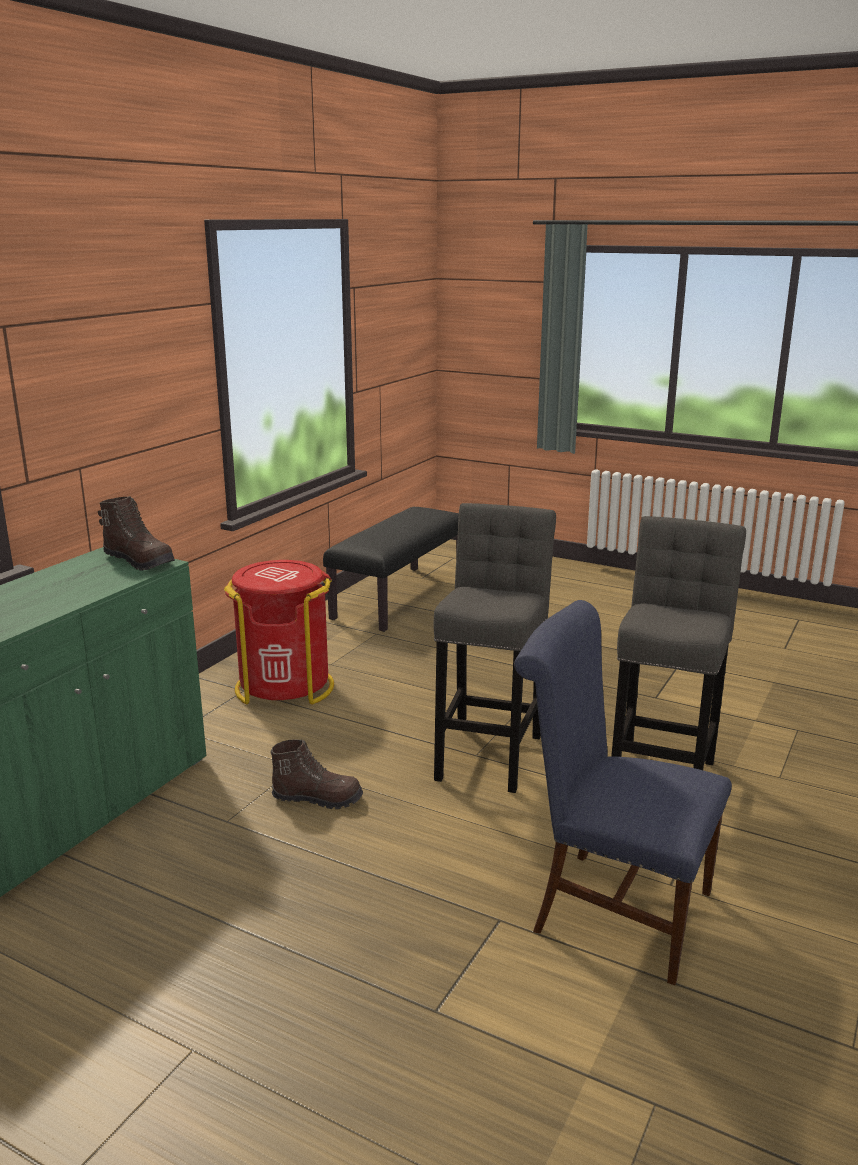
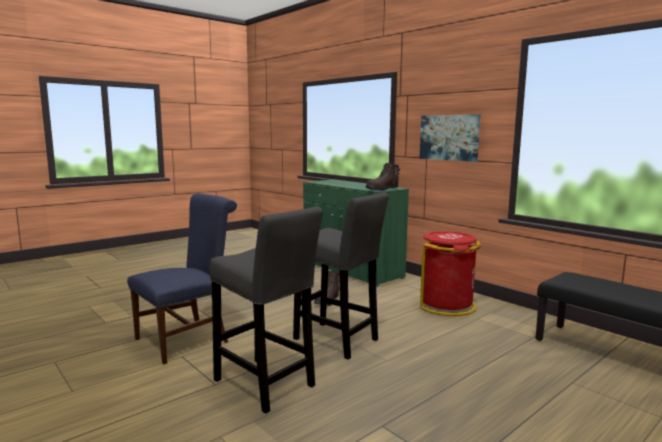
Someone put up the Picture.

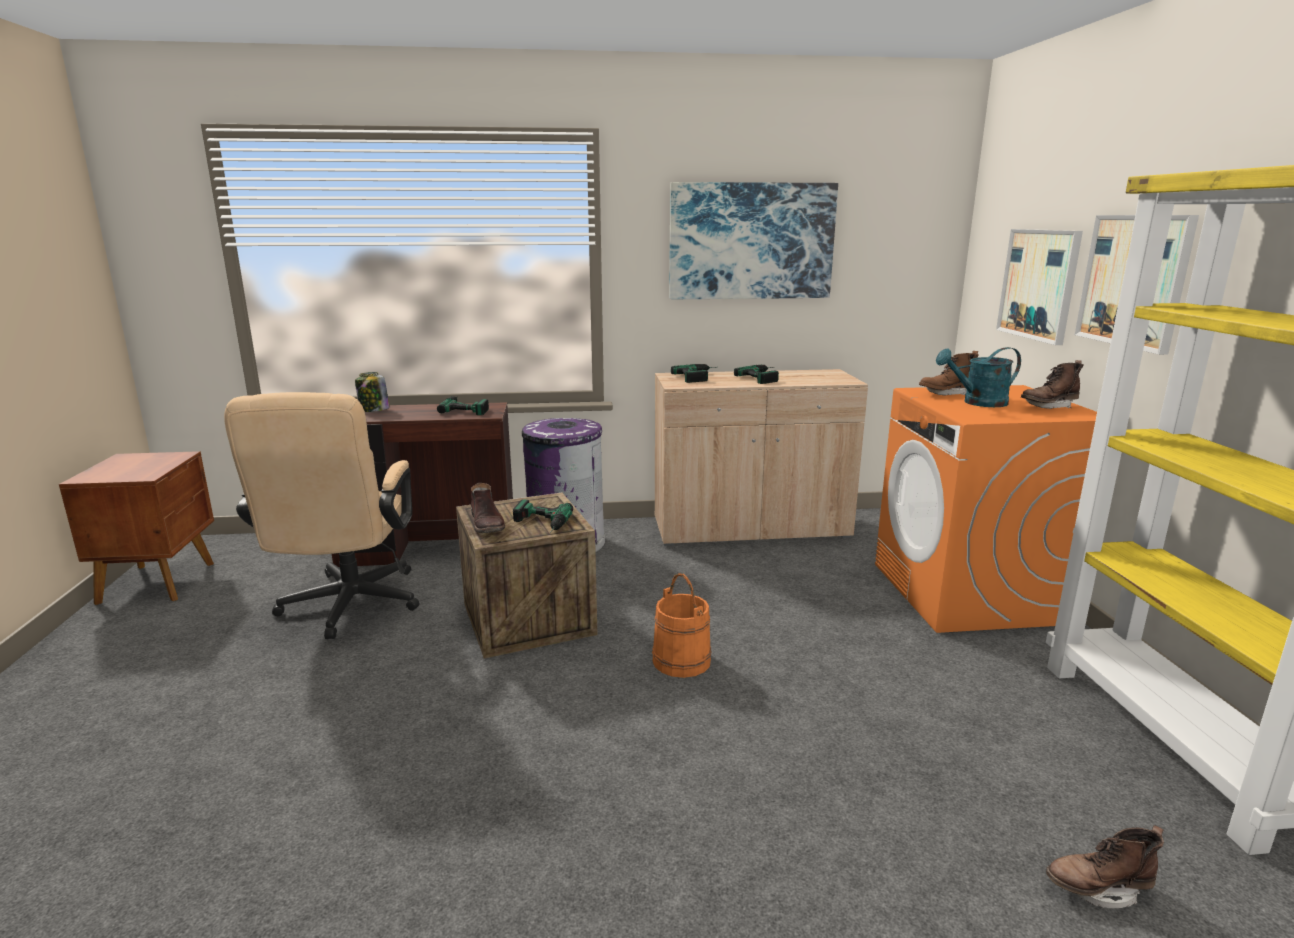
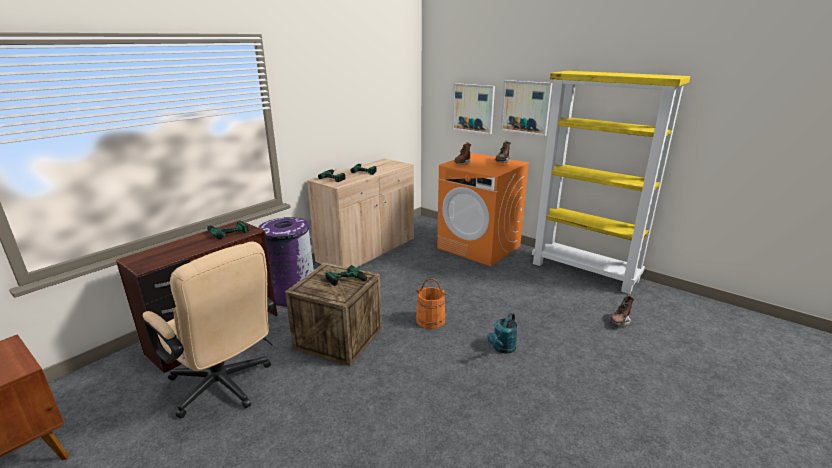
Someone took away the Picture (1st from left).
Someone carried the BlueGreenWateringPot.
Someone took away the StorageJar.
Someone took away the BrownHighTopBoot (1st from left).

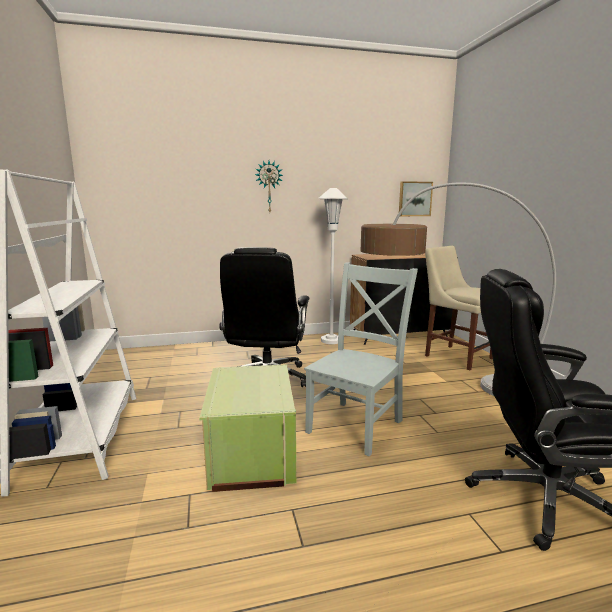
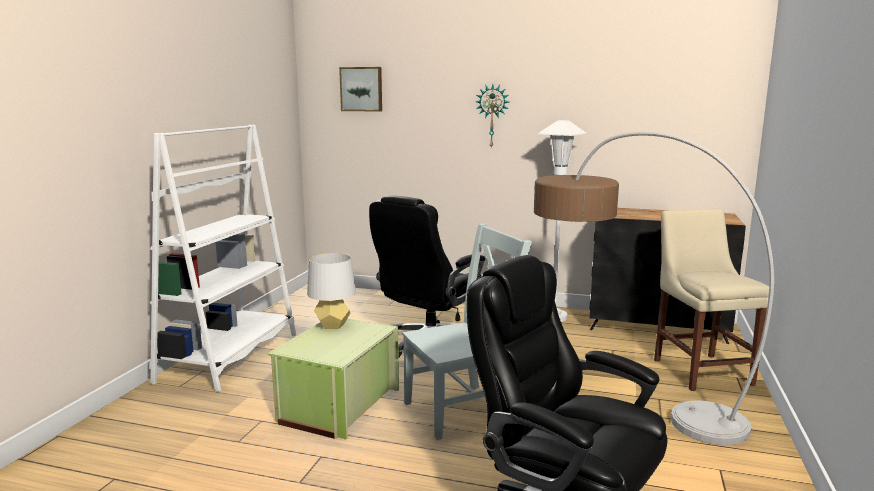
Someone carried the Picture.
Someone put down the GrayTableLamp.

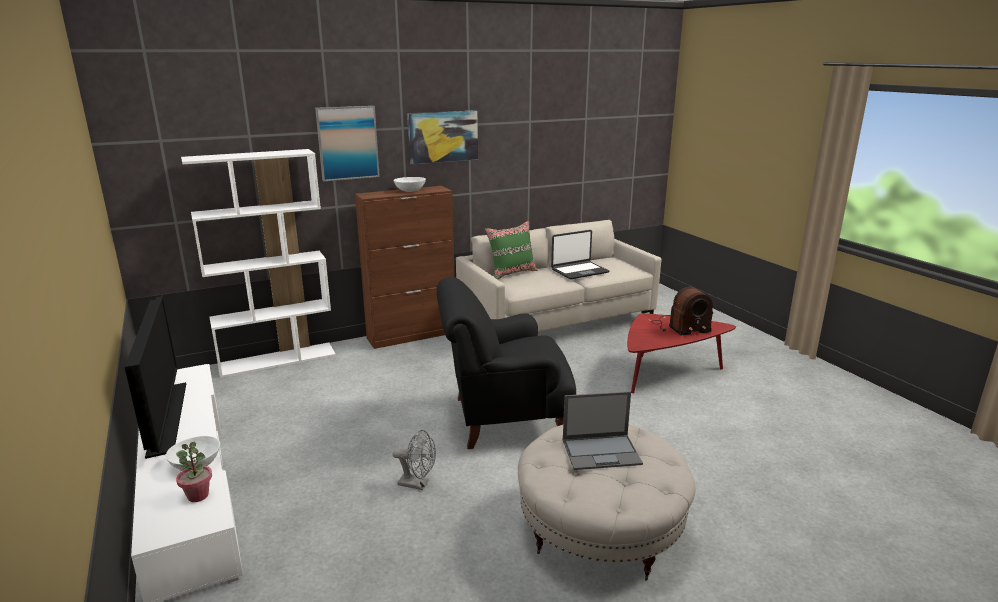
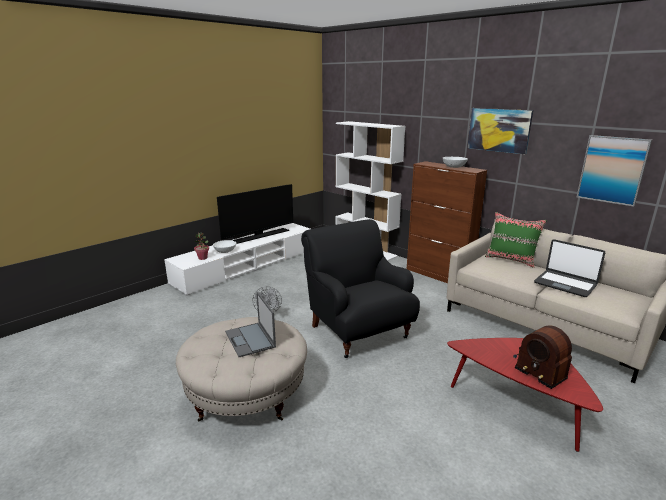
Someone carried the Picture (1st from left in the first image).

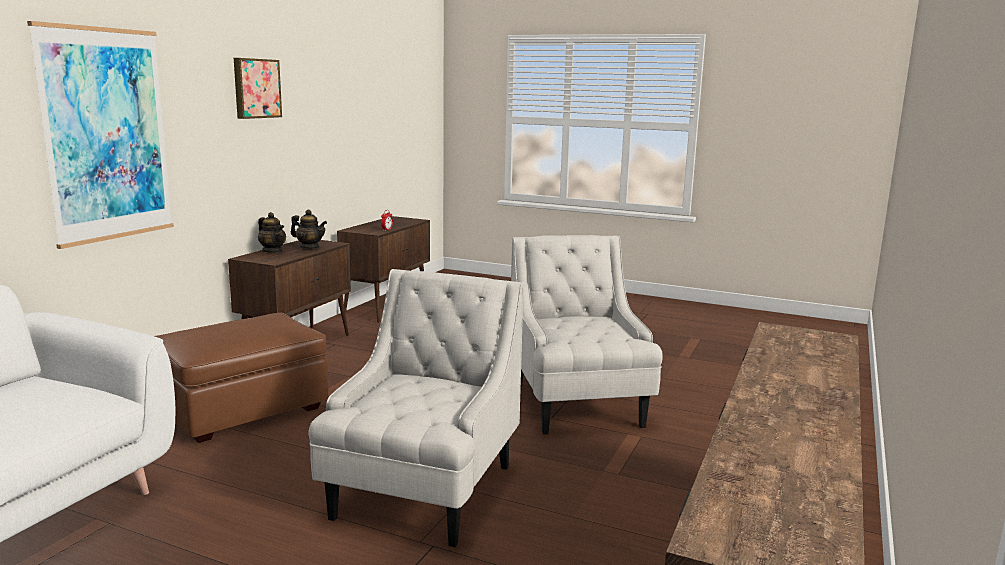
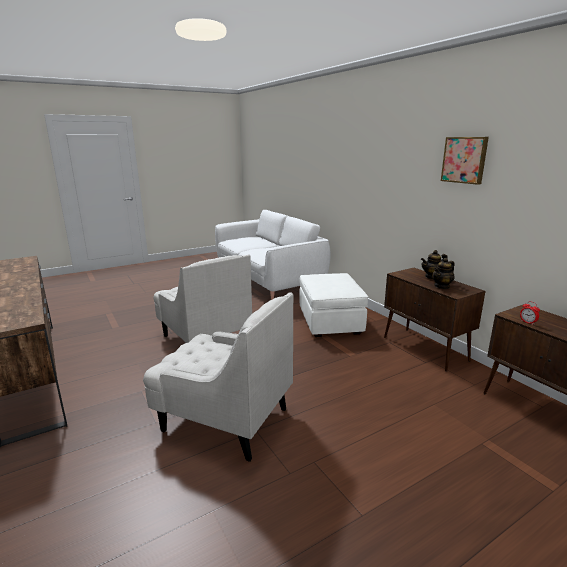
Someone took away the Picture (1st from left).
Someone repainted the BrownFootrest, which became the WhiteColouredFootrest.

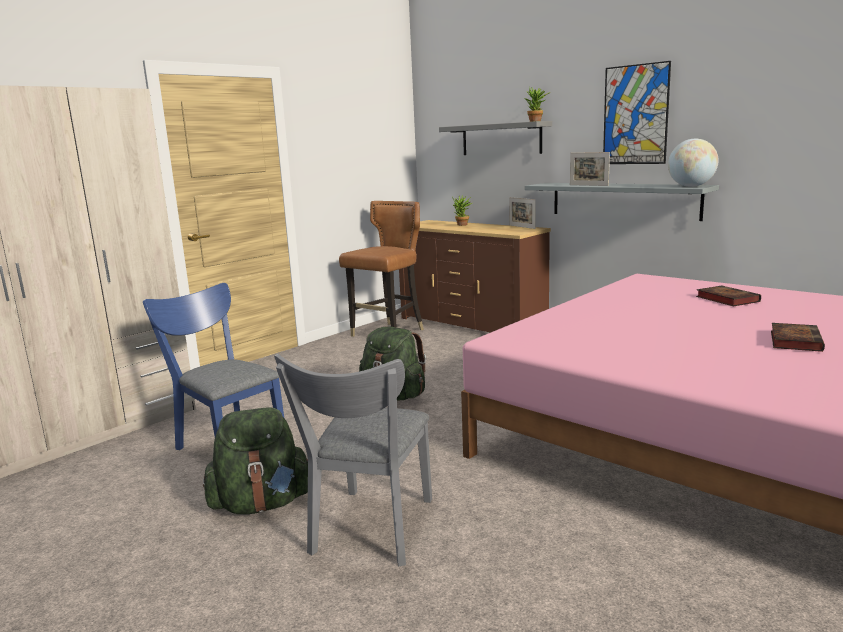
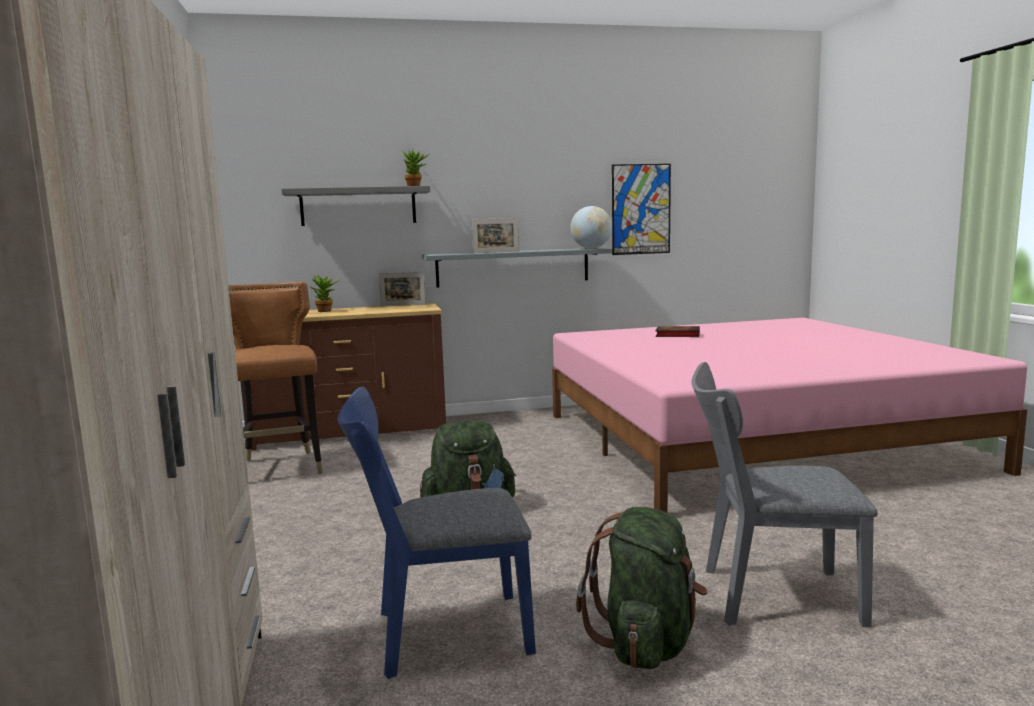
Someone carried the Picture.
Someone took away the Book (2nd from left).
Someone rotated the GrayChair by 135 degrees clockwise.

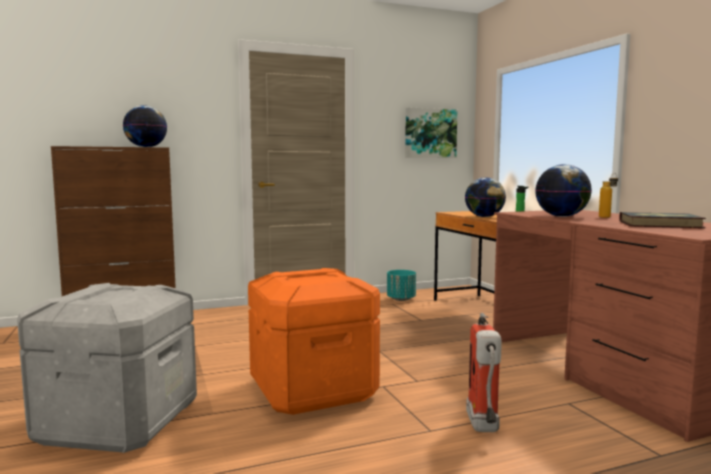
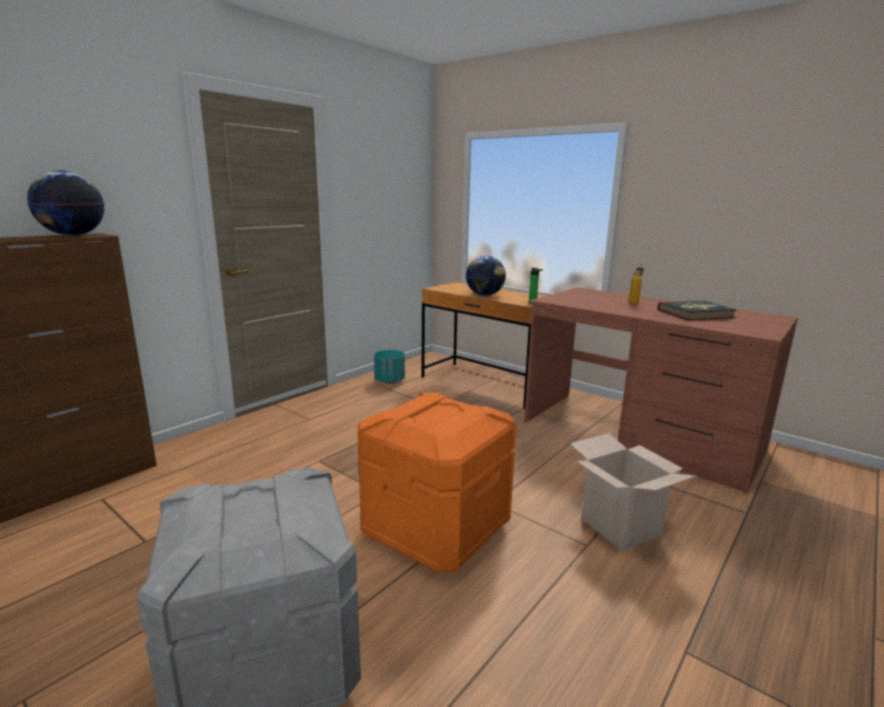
Someone took away the Picture.
Someone took away the WorldGlobe (3rd from left).
Someone swapped the Extinguisher for the CardboardBox.

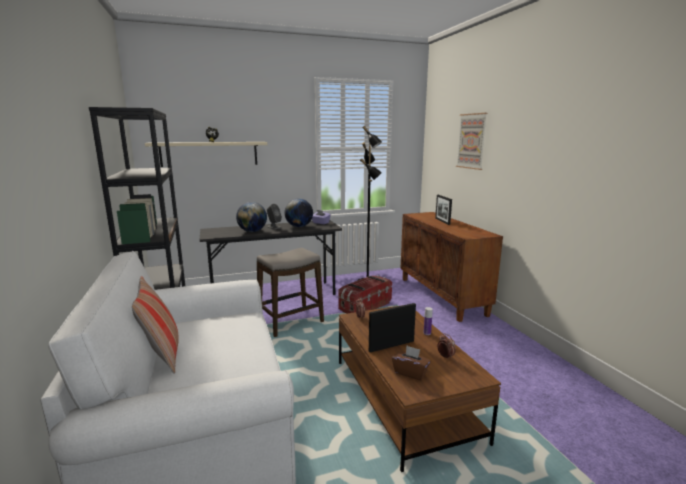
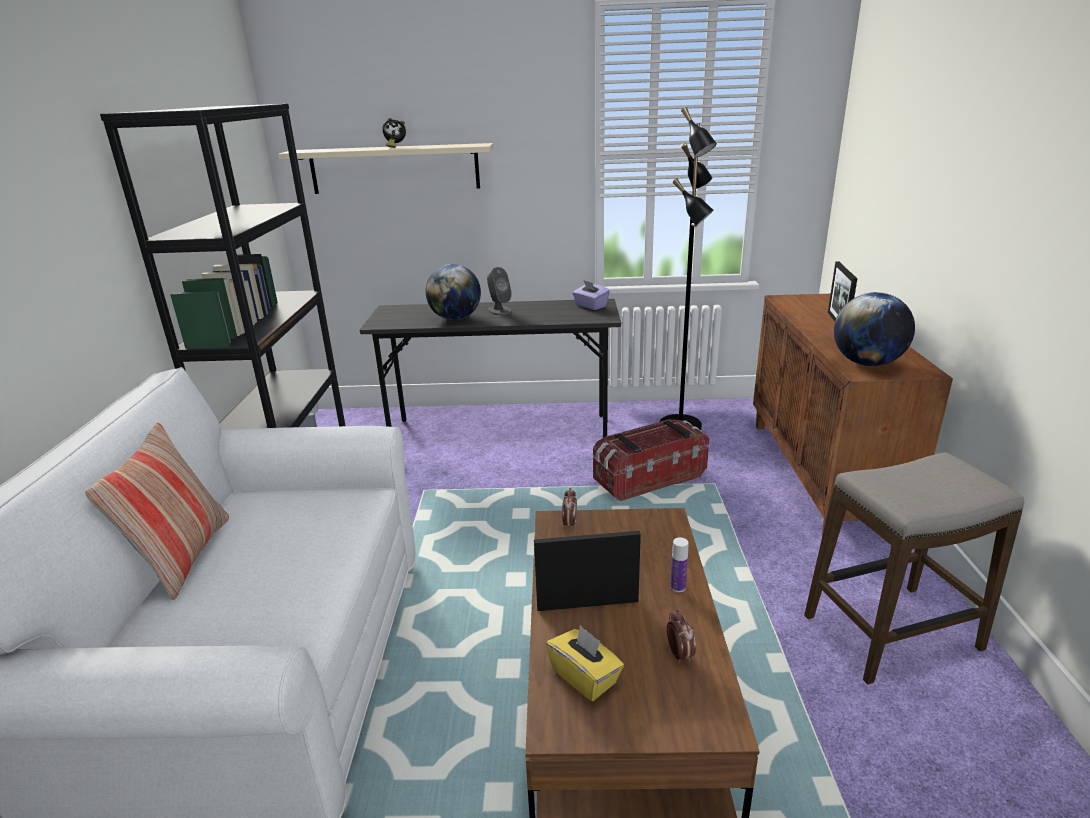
Someone took away the Picture.
Someone carried the WorldGlobe (2nd from left).
Someone carried the StoolSeat.
Someone repainted the BrownTissueHolder, which became the YellowTissueHolder.

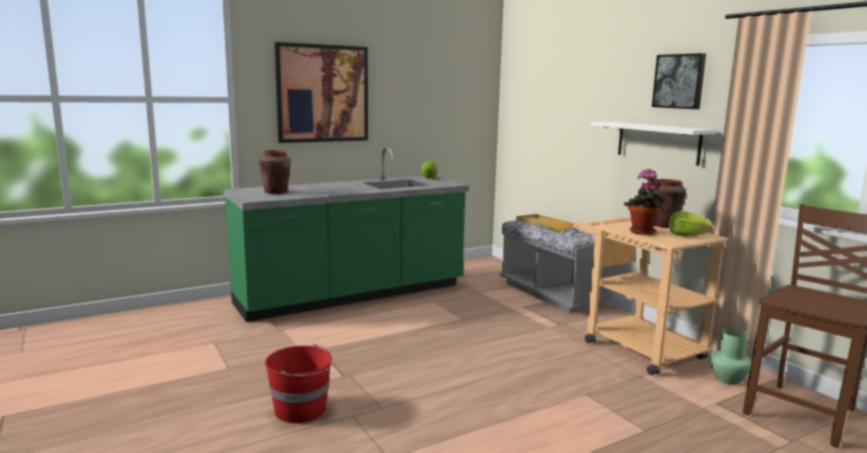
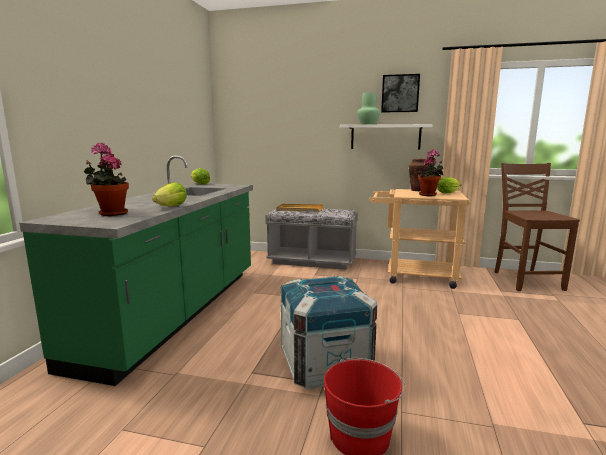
Someone took away the Picture (1st from left).
Someone swapped the BrownDecorativeVase (1st from left) for the PottedPlant (1st from left).
Someone carried the GreenColouredDecorativeVase.
Someone put down the HeadOfLettuce (1st from left).
Someone put down the PackingCrate.

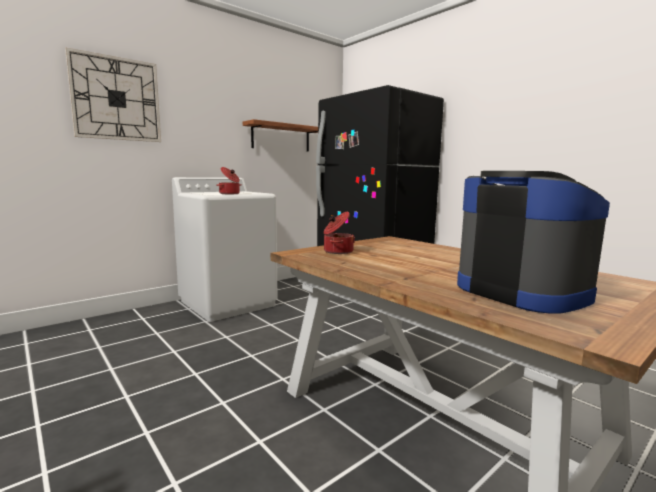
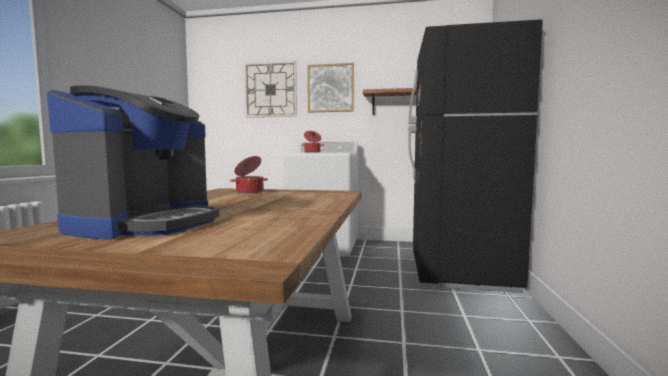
Someone put up the Picture.

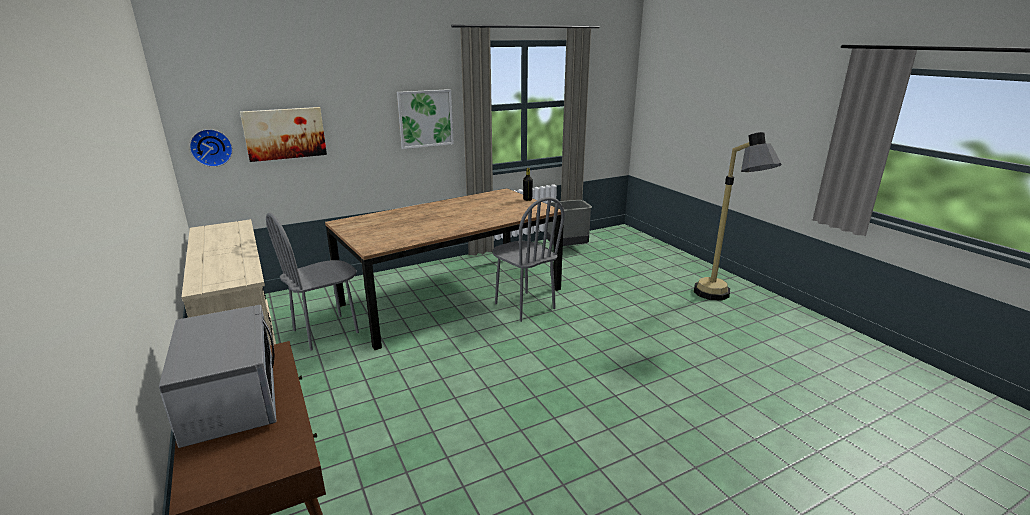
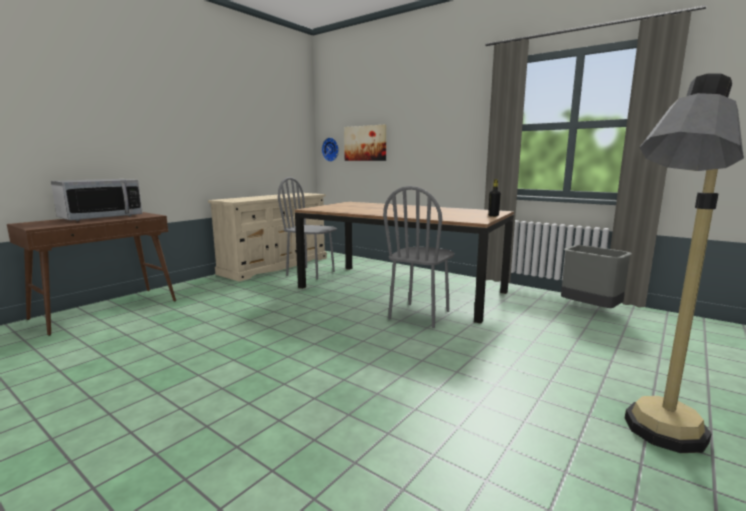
Someone took away the Picture (2nd from left).

